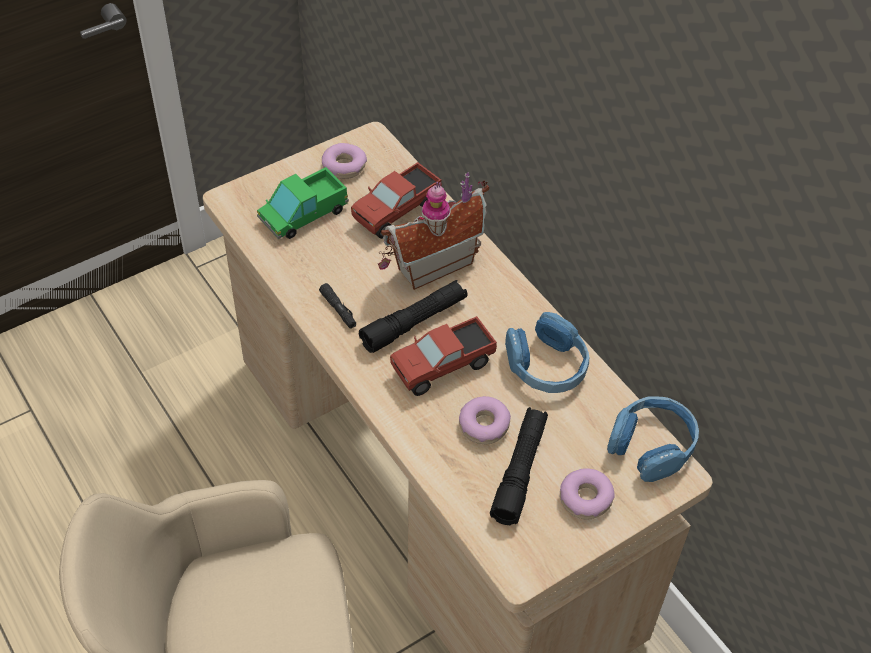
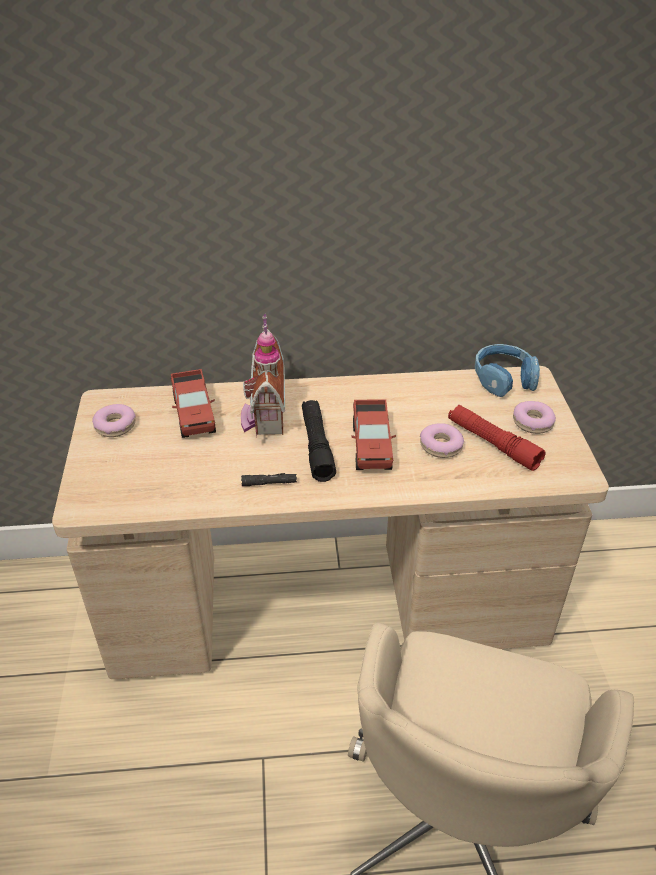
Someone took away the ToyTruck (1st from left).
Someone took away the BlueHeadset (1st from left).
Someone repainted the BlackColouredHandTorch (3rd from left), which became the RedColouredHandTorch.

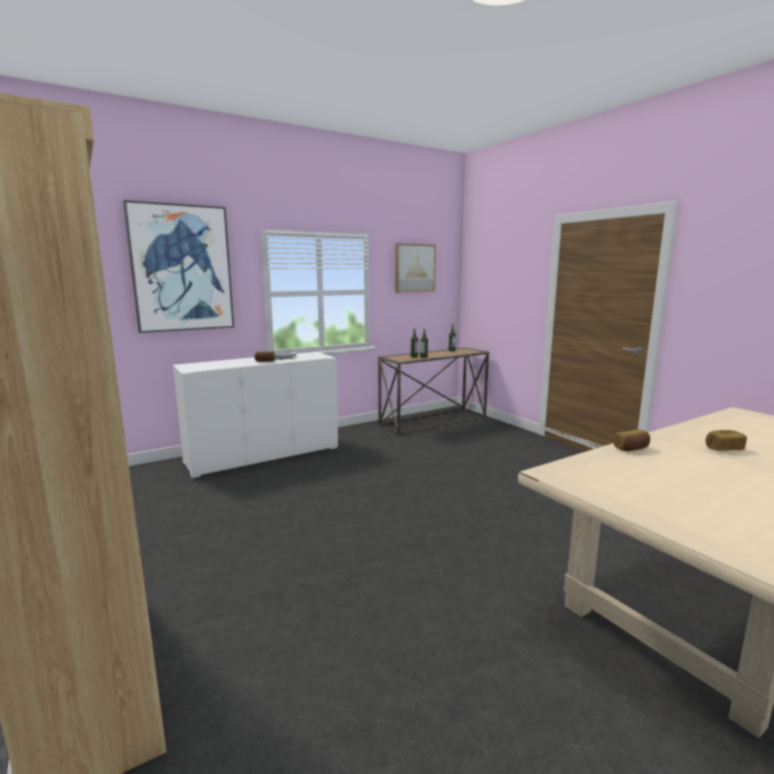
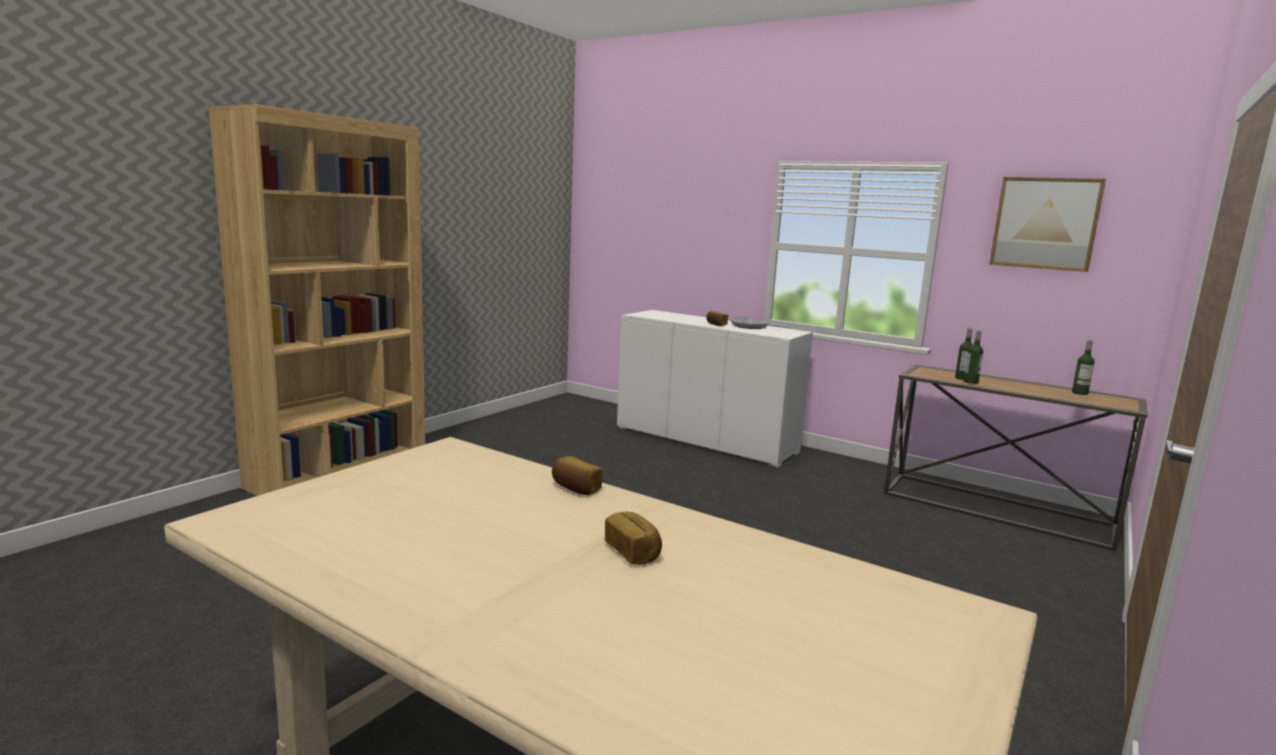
Someone took away the Picture (1st from left).

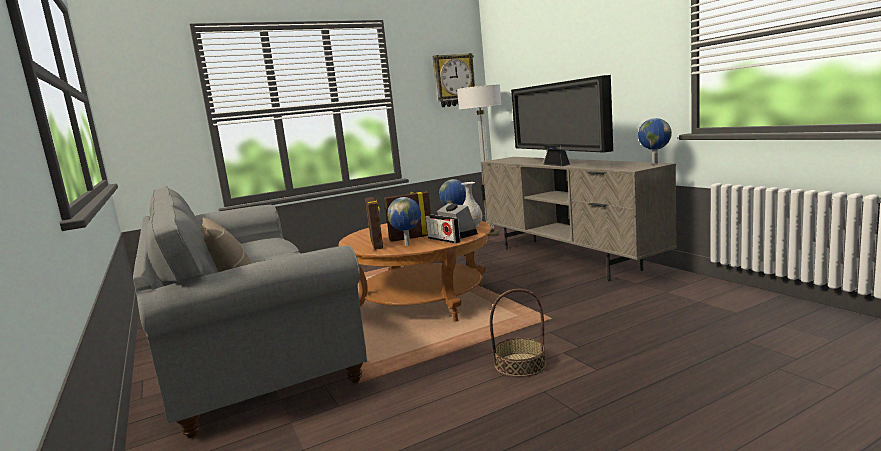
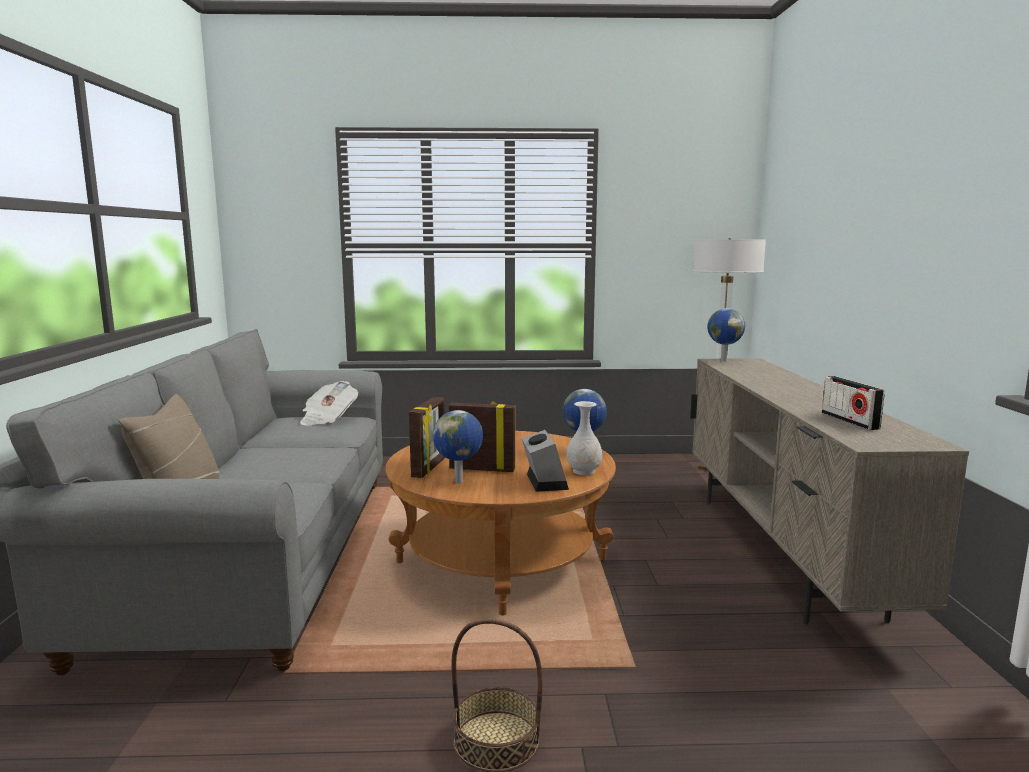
Someone took away the HangingClock.
Someone took away the TvSet.
Someone carried the WorldGlobe (3rd from left).
Someone carried the RadioReceiver.
Someone put down the DailyPaper.

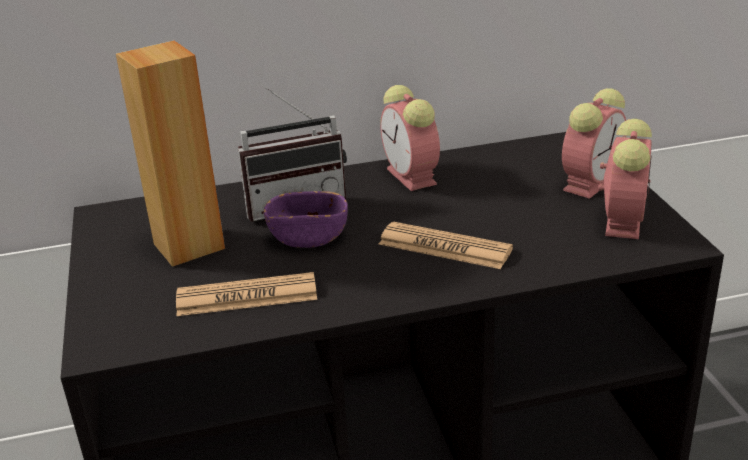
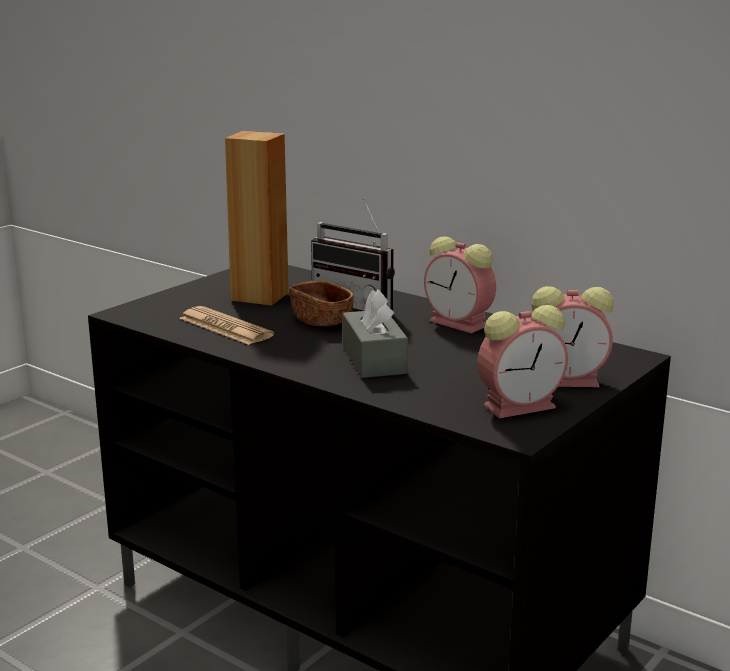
Someone rotated the TableClock (1st from left) by 75 degrees counterclockwise.
Someone repainted the PurpleColouredDeepDish, which became the BrownDeepDish.
Someone swapped the DailyPaper (2nd from left) for the GrayTissueHolder.

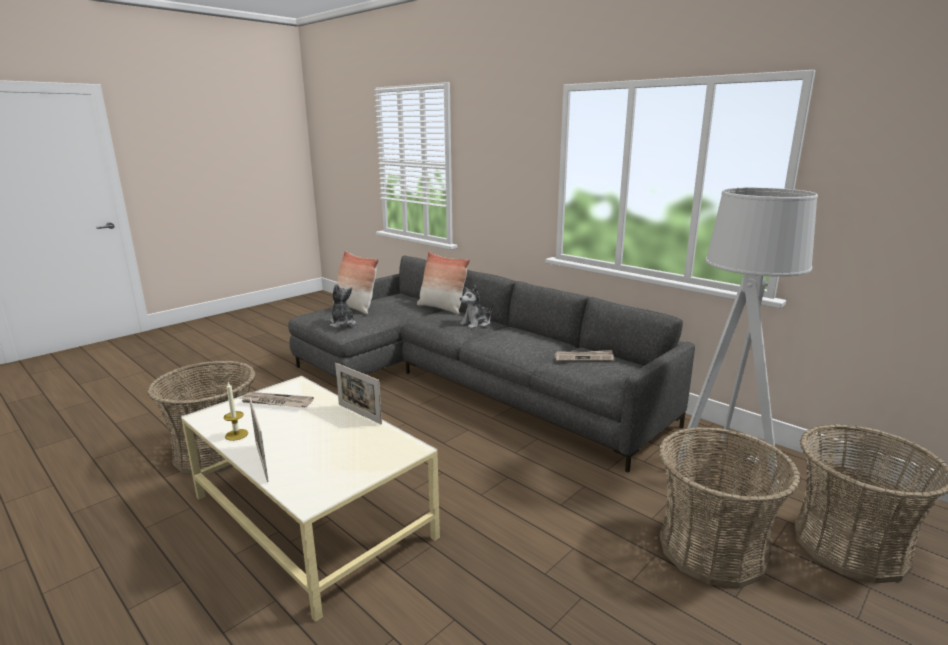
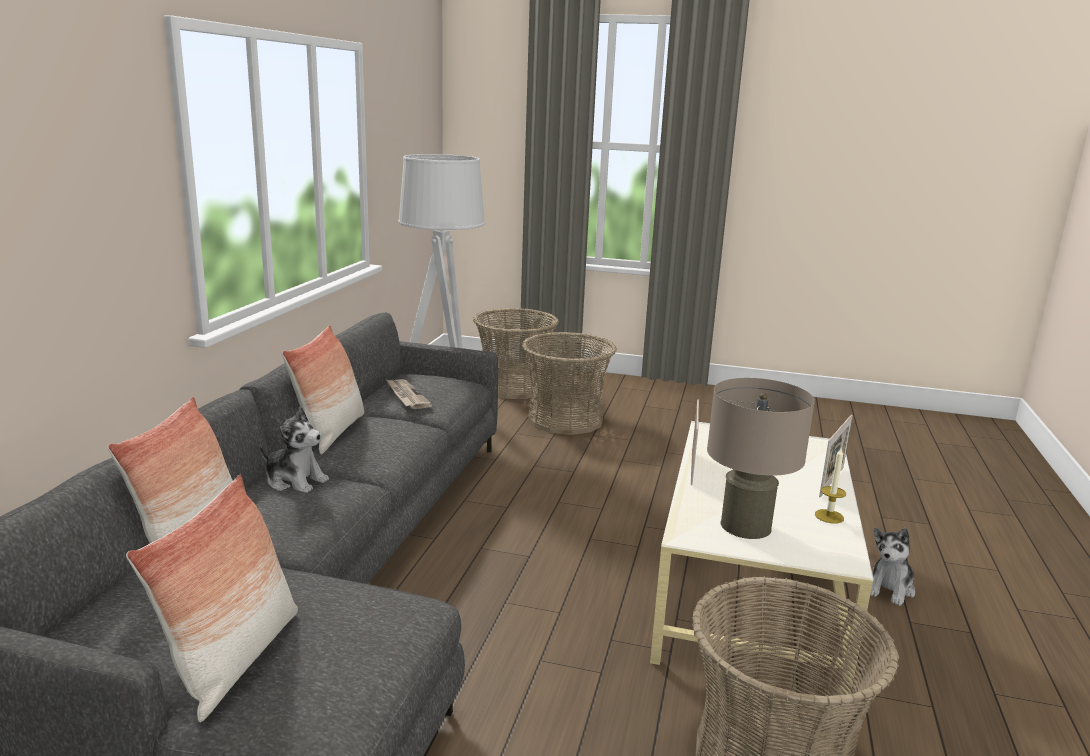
Someone carried the SoftToy (1st from left in the first image).
Someone swapped the DailyPaper (1st from left) for the BeigeColouredTableLamp.
Someone put down the Pillow (3rd from left).

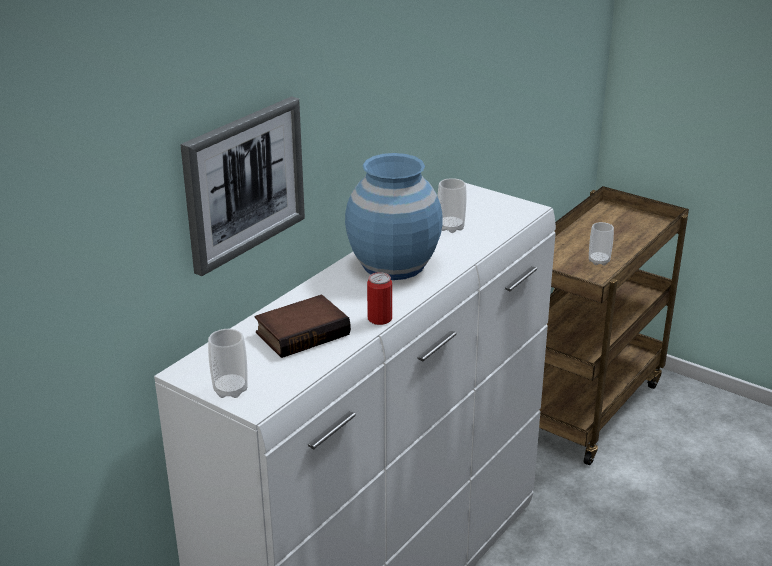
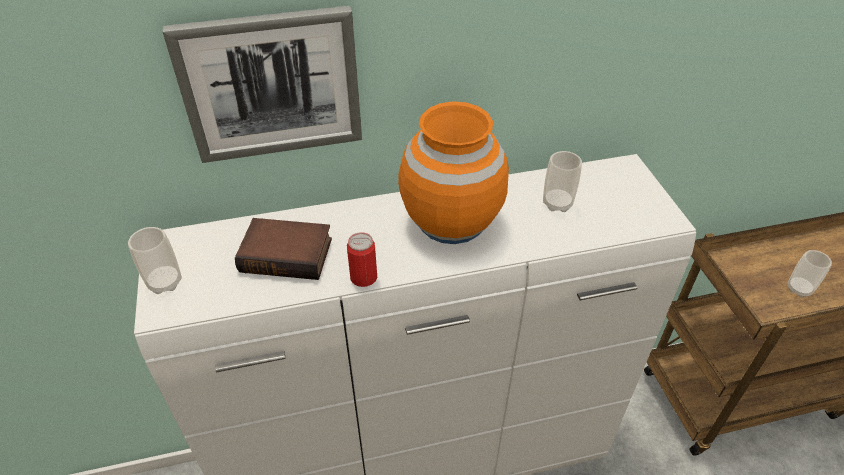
Someone repainted the BlueDecorativeVase, which became the OrangeDecorativeVase.

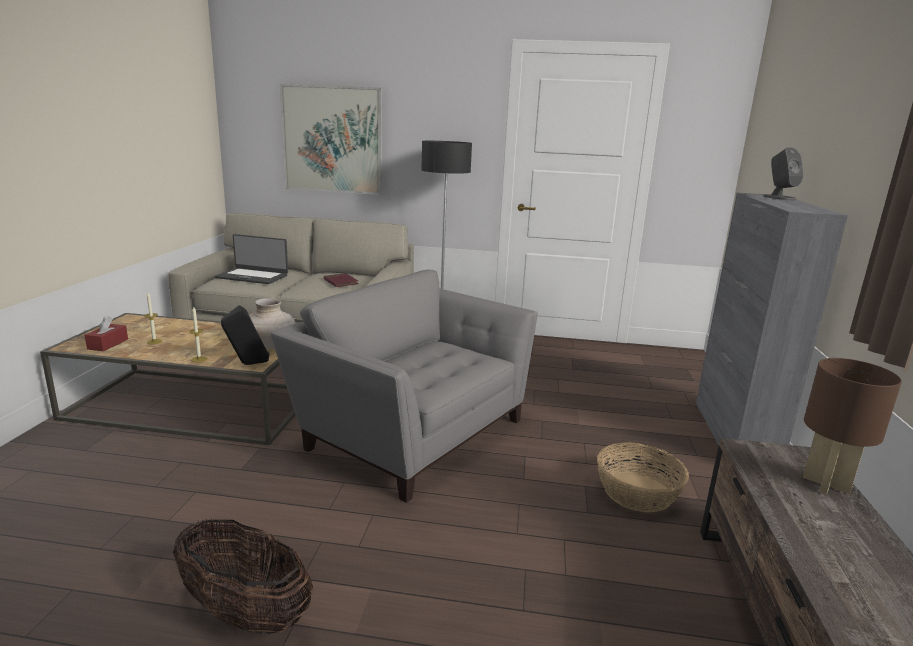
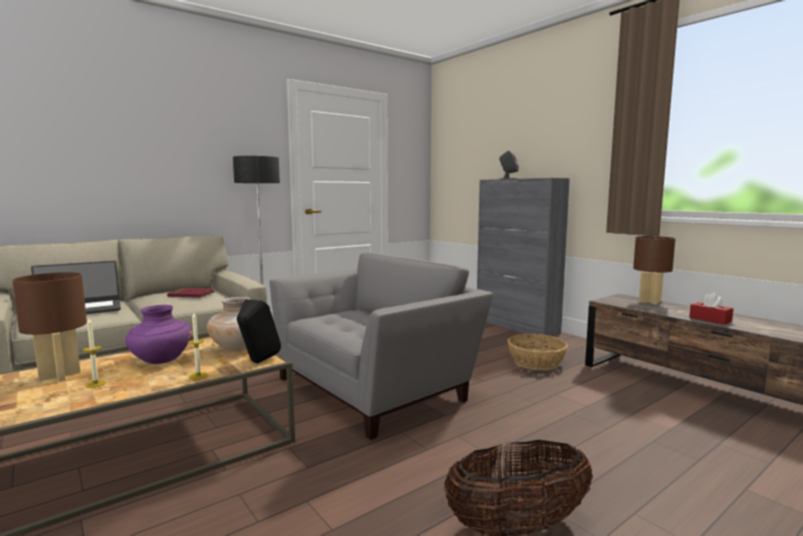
Someone took away the Picture.
Someone rotated the GrayArmchair by 150 degrees clockwise.
Someone carried the RedColouredTissueHolder.
Someone put down the BrownTableLamp (1st from left).
Someone put down the PurpleColouredDecorativeVase.

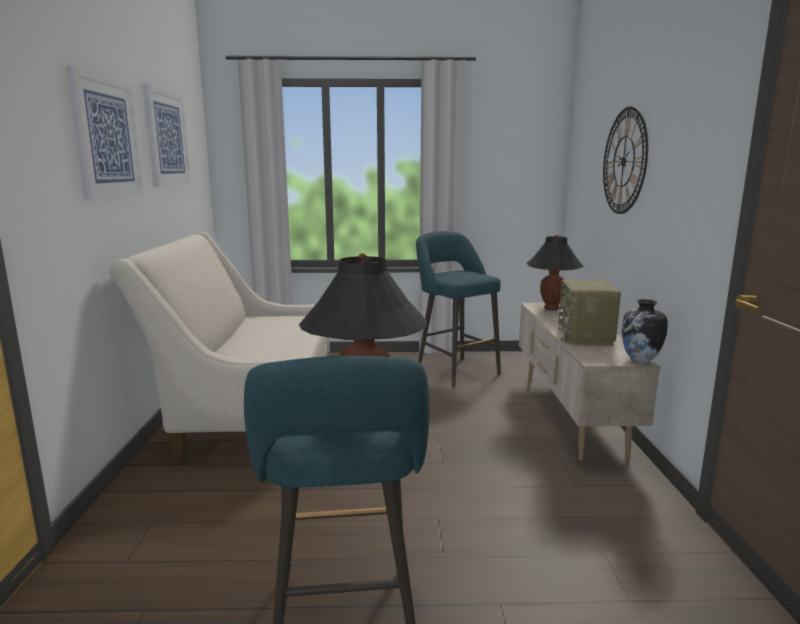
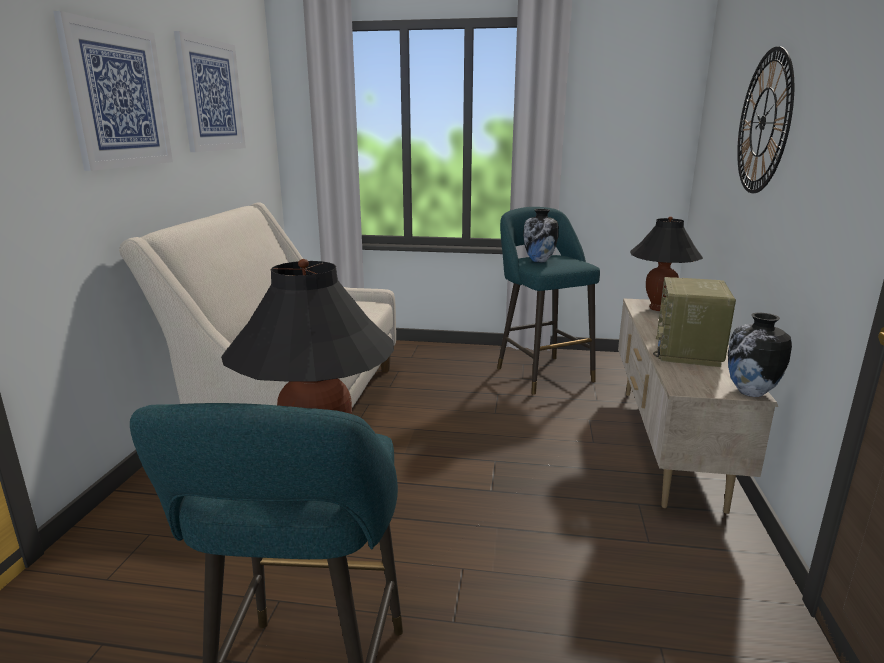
Someone put down the DecorativeVase (1st from left).

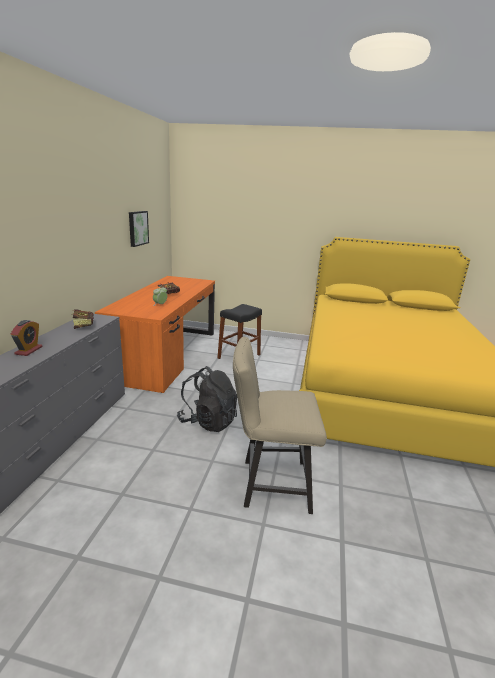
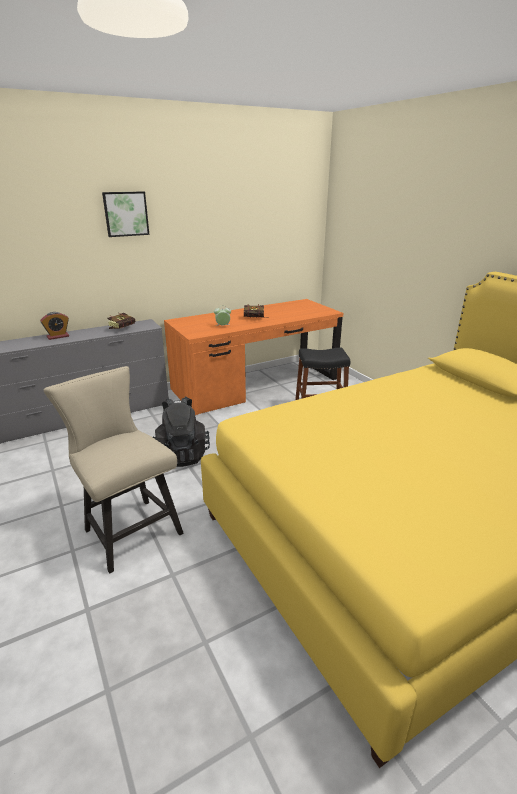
Someone carried the Picture.

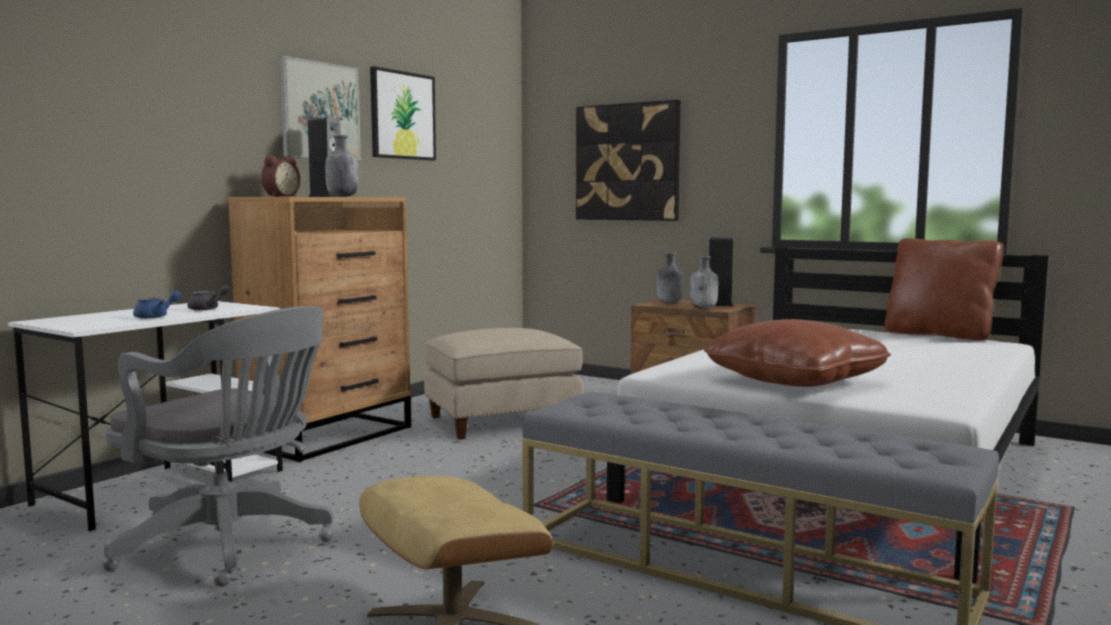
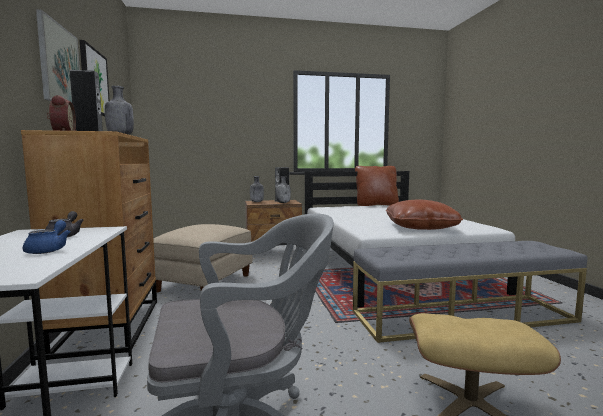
Someone took away the Picture (3rd from left).

